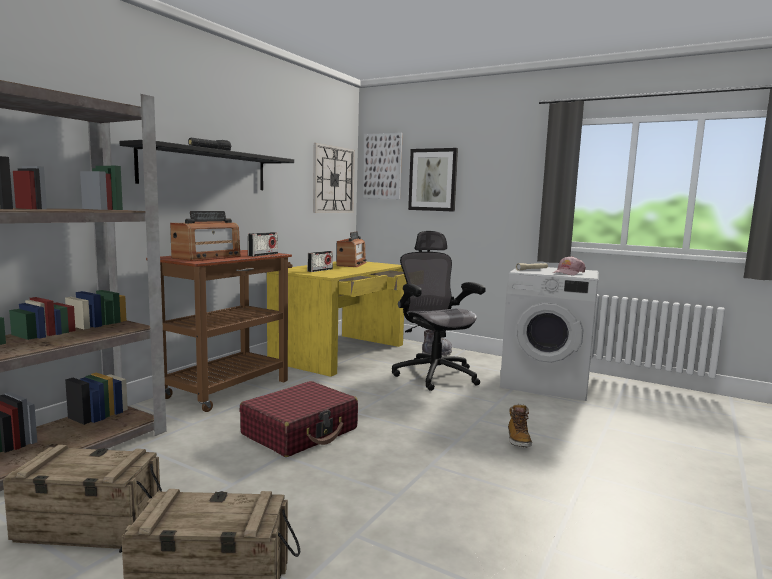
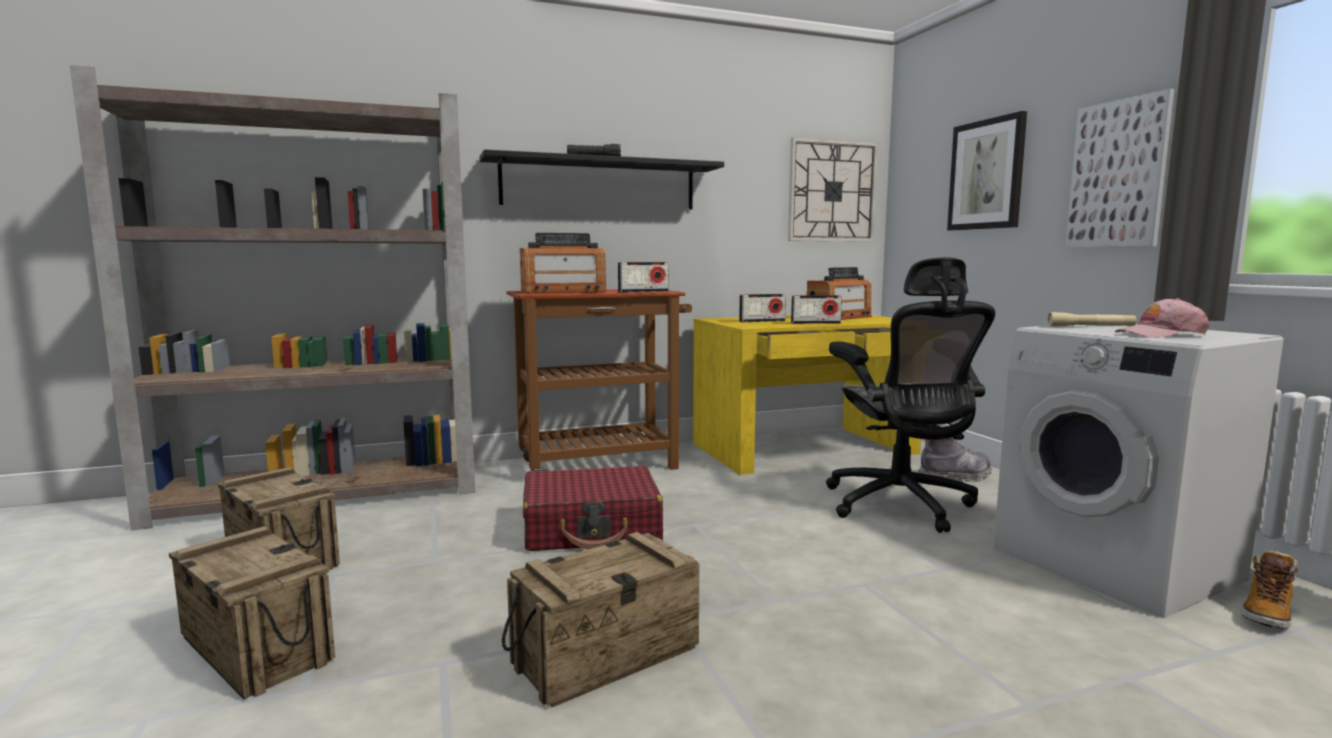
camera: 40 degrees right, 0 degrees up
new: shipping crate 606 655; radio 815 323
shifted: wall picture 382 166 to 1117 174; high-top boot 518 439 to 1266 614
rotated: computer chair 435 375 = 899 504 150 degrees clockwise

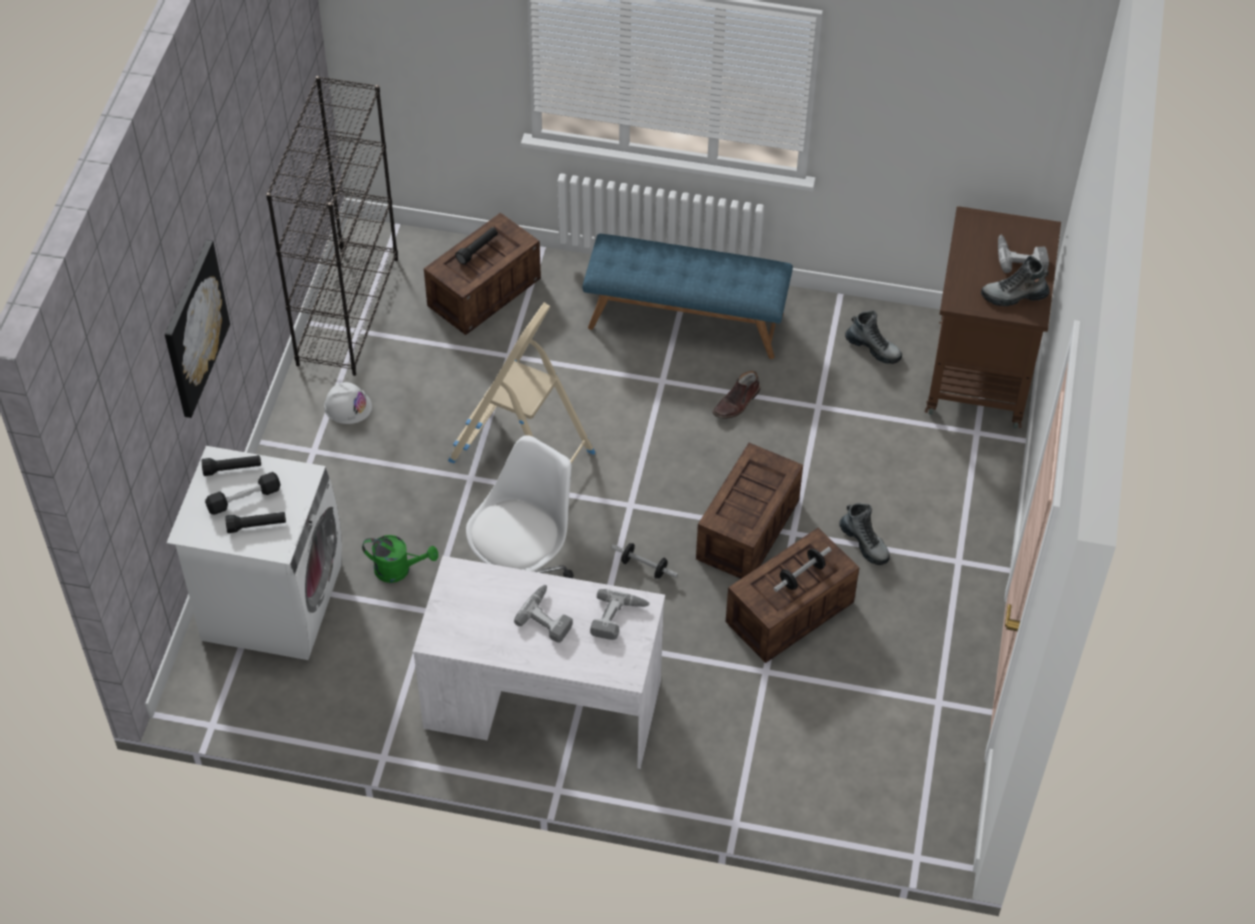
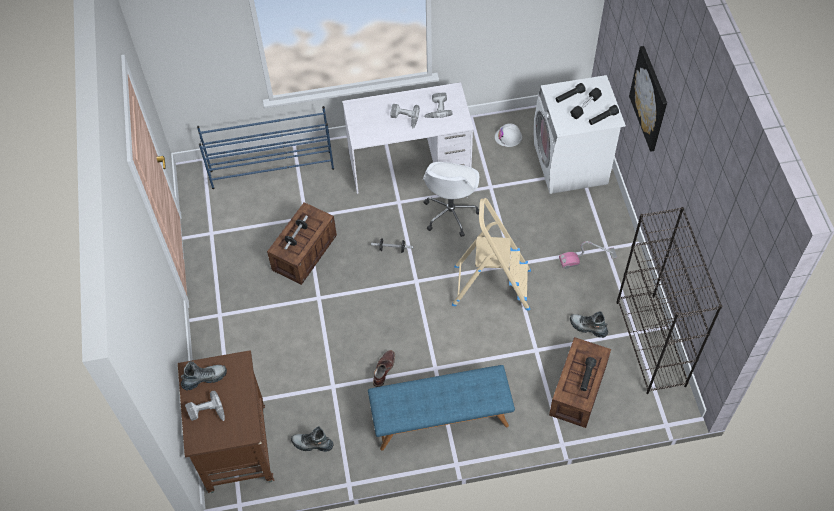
camera: 160 degrees right, 5 degrees up
gone: sprinkling can (green-coloured) 399 570; shipping crate 747 531
new: shoe shelf (blue-coloured) 272 170; vacuum cleaner 587 258
shifted: hard hat (white-coloured) 347 406 to 508 137; power drill 618 619 to 436 108; high-top boot 864 543 to 588 327

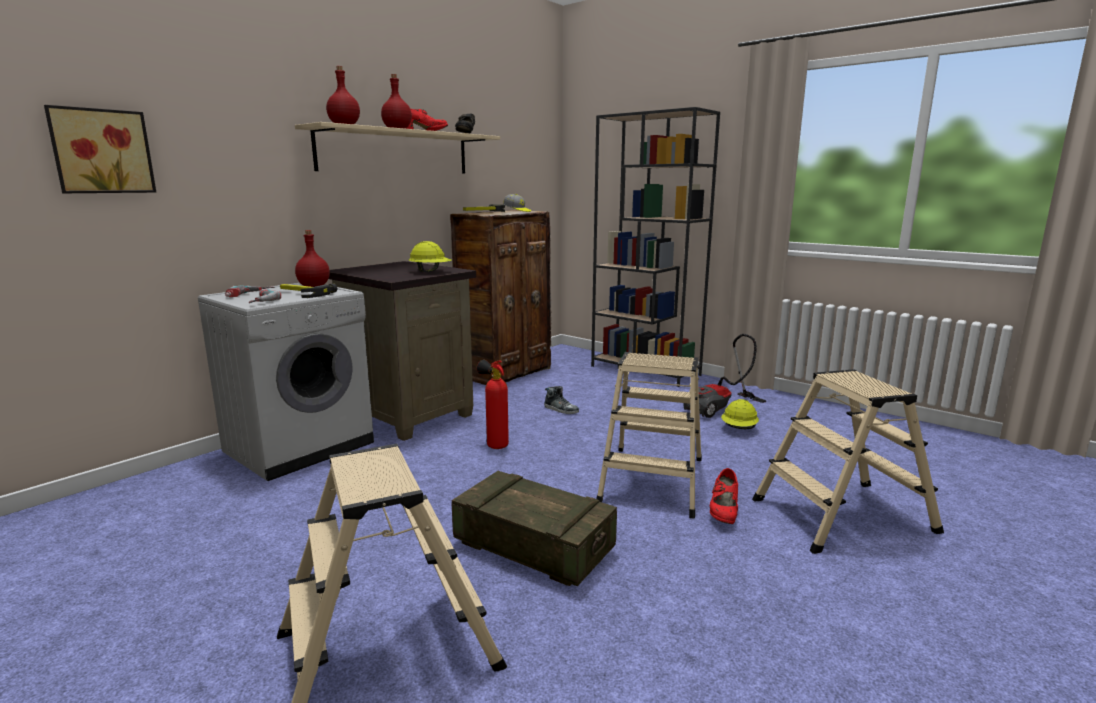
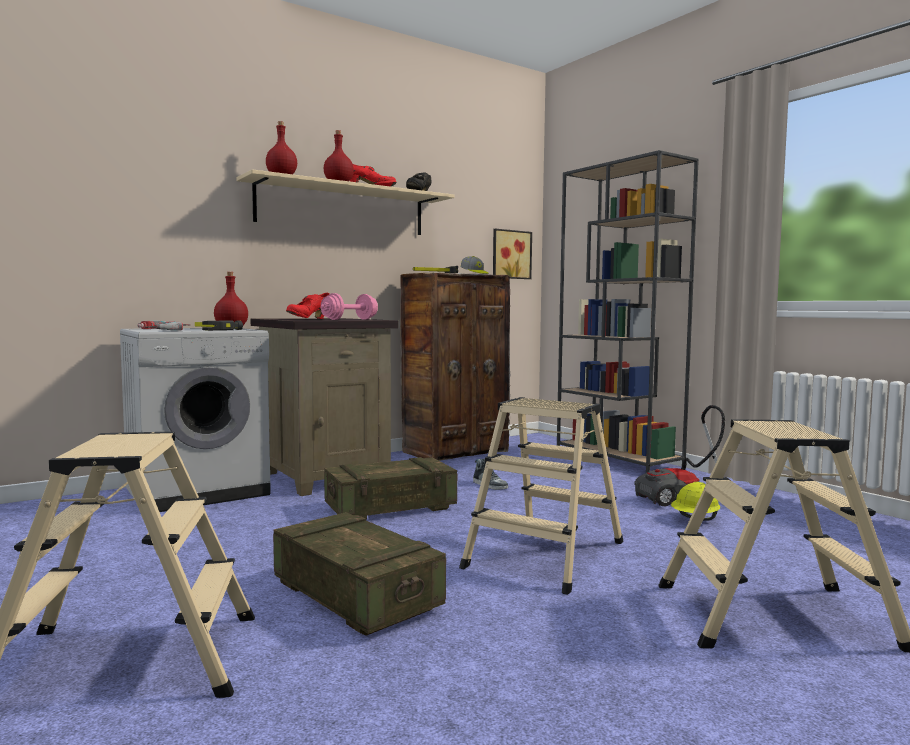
camera: 15 degrees right, 10 degrees down
shifted: wall picture 101 151 to 510 254; shoe (red-coloured) 723 513 to 309 319
swapped: hard hat (yellowish) 431 272 to dumbbell (pink) 349 319; extinguisher 494 445 to shipping crate 390 508

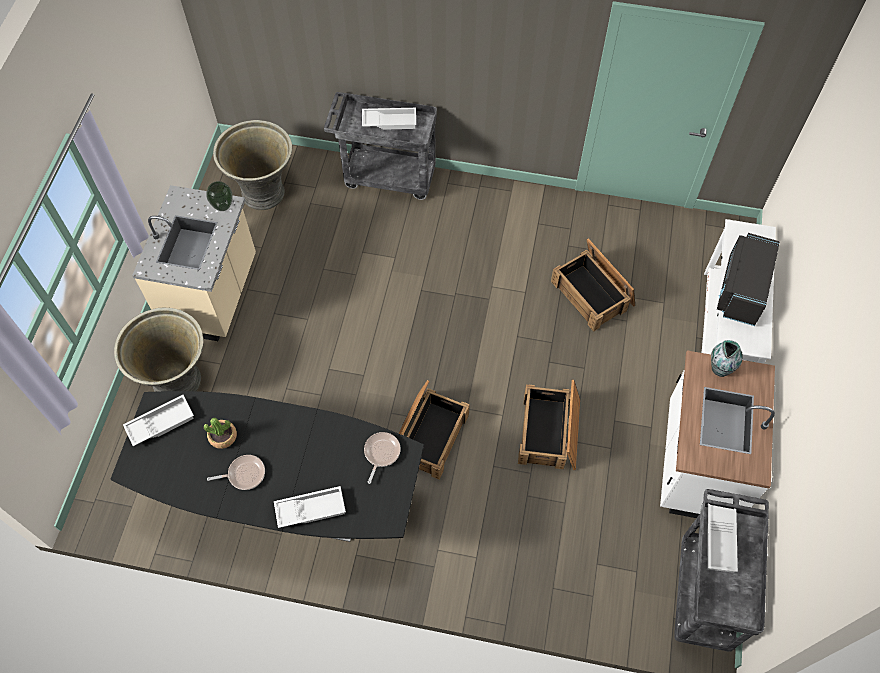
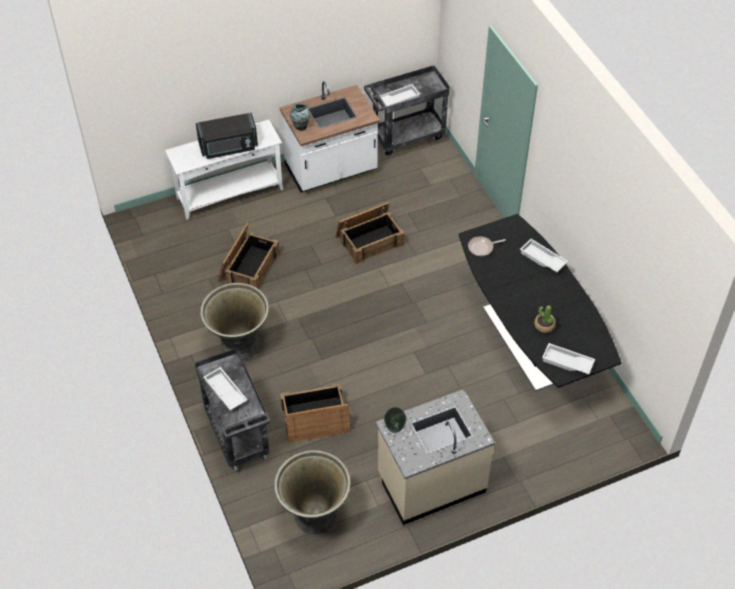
camera: 125 degrees left, 10 degrees down
gone: skillet 244 474
shifted: plant pot (greyish) 178 380 to 239 345; shipping crate 427 435 to 315 419

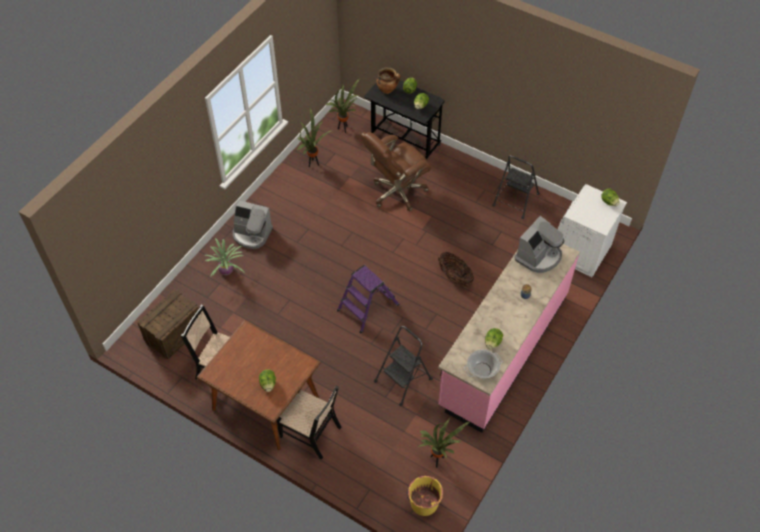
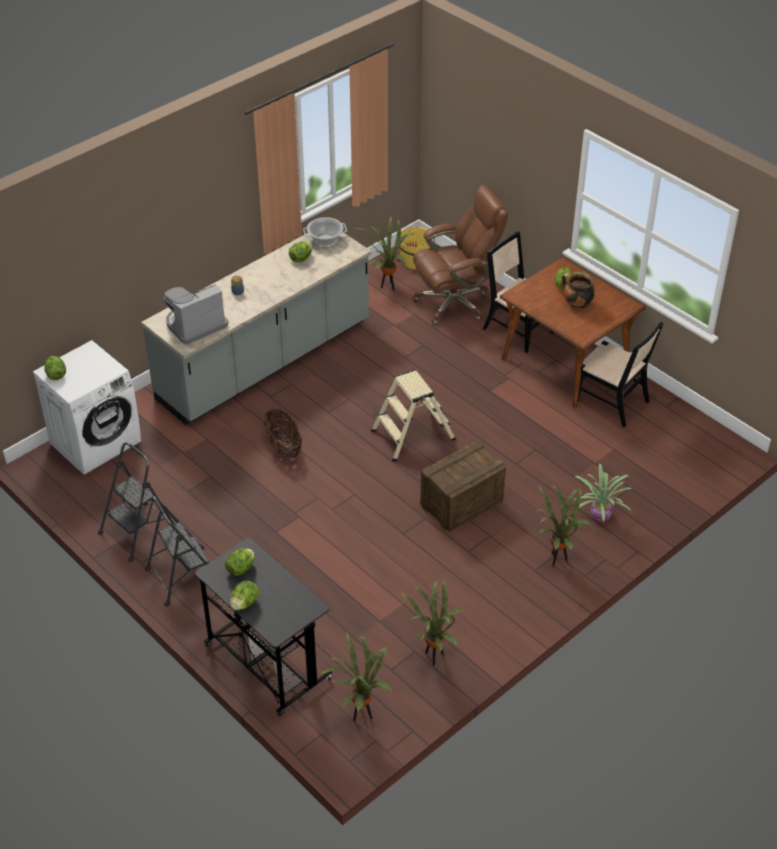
camera: 165 degrees left, 10 degrees down
shifted: shipping crate 174 334 to 461 504; computer chair (brownish) 396 193 to 455 304; step ladder (black) 404 378 to 182 576; saucepot 387 90 to 576 305
swapped: coffee maker 252 234 to plant in a pot 556 560
repainted: step ladder (purplish) 368 307 to step ladder (sand-coloured) 413 435; kitchen counter (pink) 503 350 to kitchen counter (greyish) 265 362

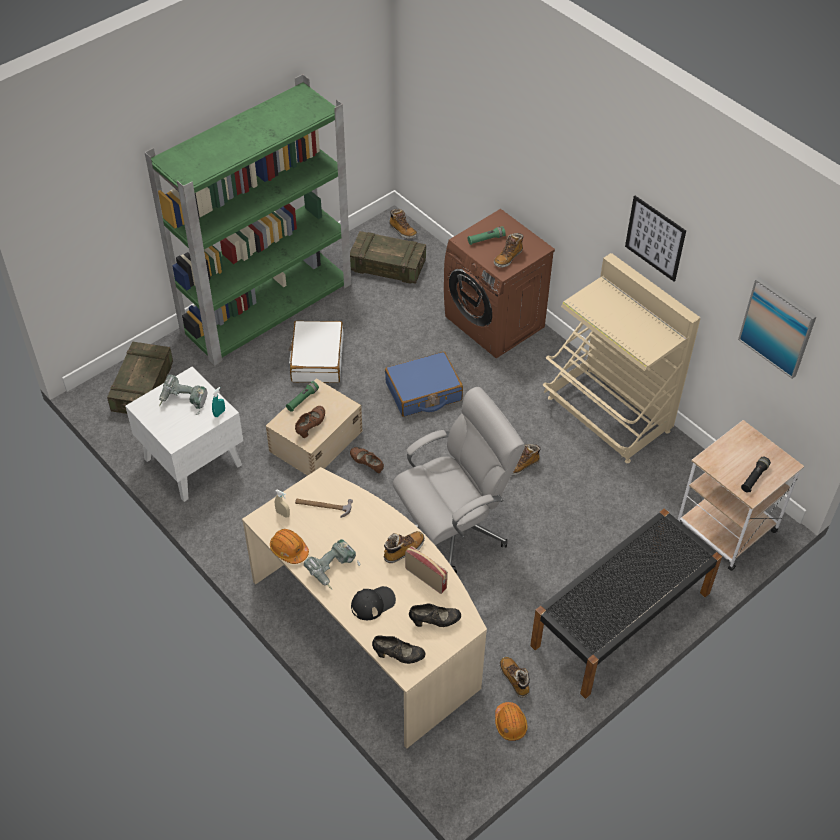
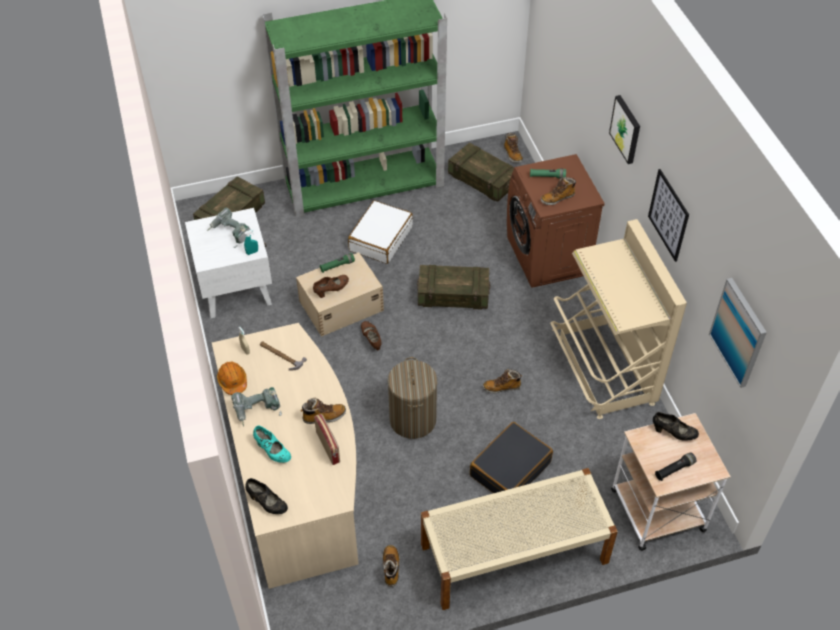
camera: 25 degrees right, 0 degrees up
gone: hard hat (orangey) 510 724
new: suitcase (black) 510 469; wall picture 626 129
shifted: shoe (black) 435 621 to 673 433
swapped: baseball cap (black) 373 603 to shoe (blue-green) 272 451; suitcase (blue-coloured) 423 392 to shipping crate 453 295; computer chair (greyish) 454 529 to laundry basket 413 420
repainted: indoor bench (black) 621 620 to indoor bench (sand-coloured) 514 554

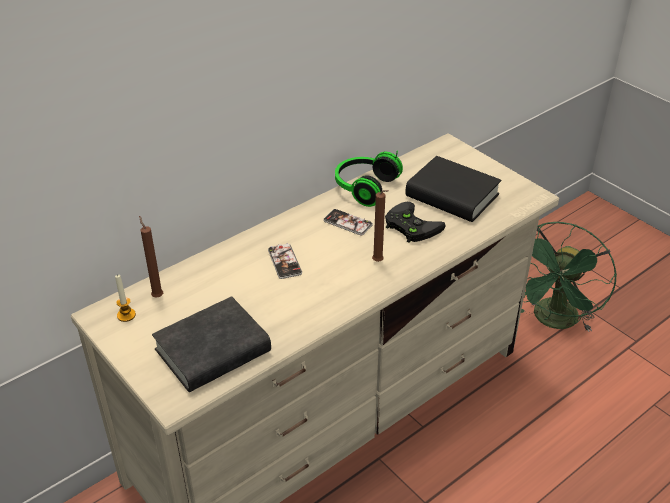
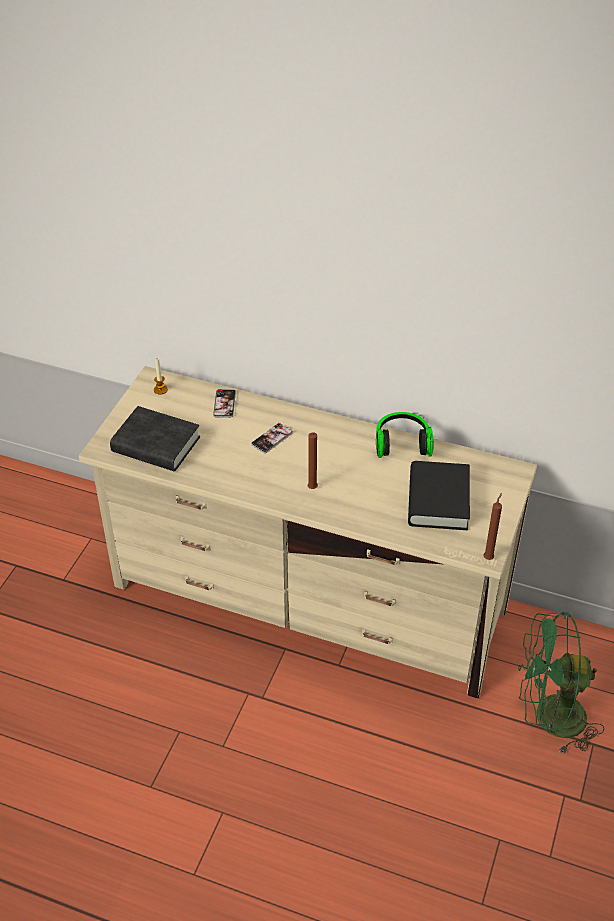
camera: 60 degrees right, 5 degrees up
gone: gamepad (black) 409 226
shifted: wax candle (brownish) 157 296 to 489 557; handset 347 223 to 224 404

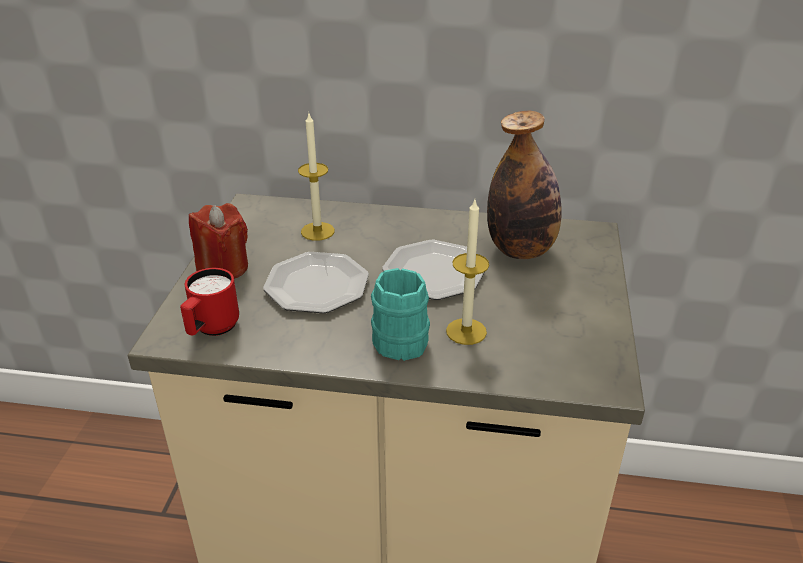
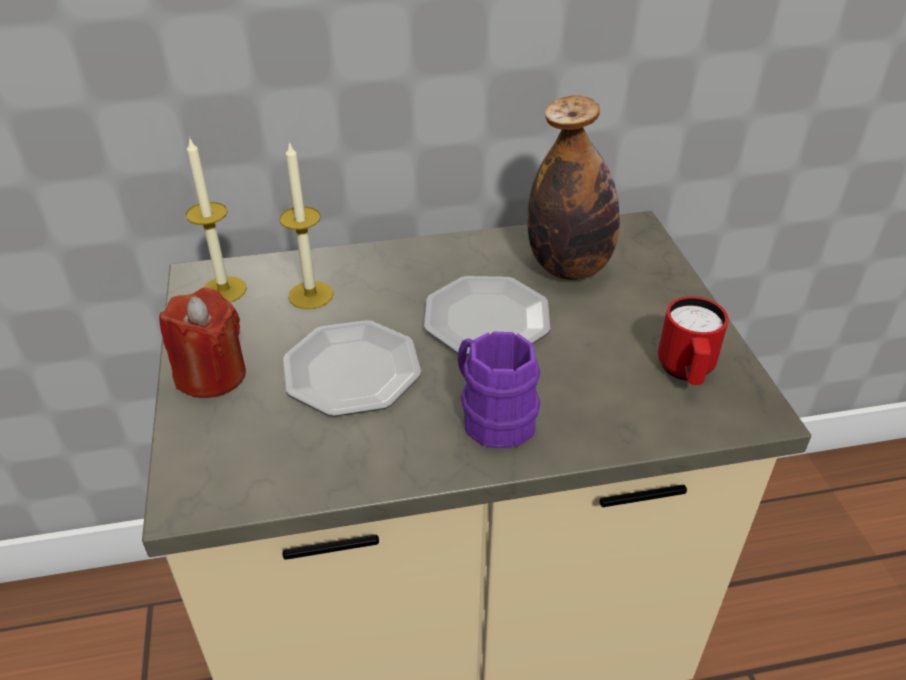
camera: 20 degrees left, 5 degrees up
shifted: coffee mug (red-coloured) 212 329 to 686 373; wax candle 466 331 to 224 290
repainted: coffee mug (blue-green) 397 337 to coffee mug (purplish) 491 417

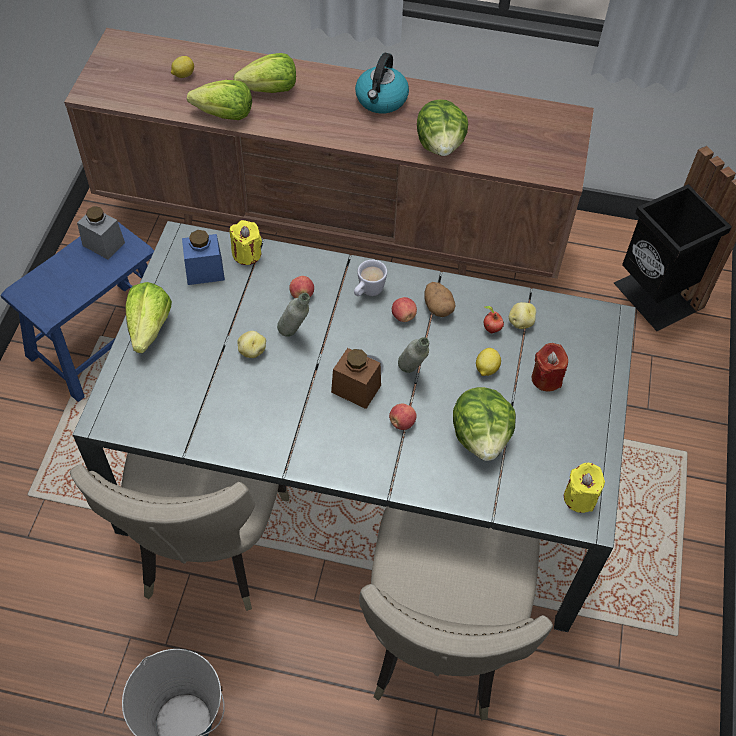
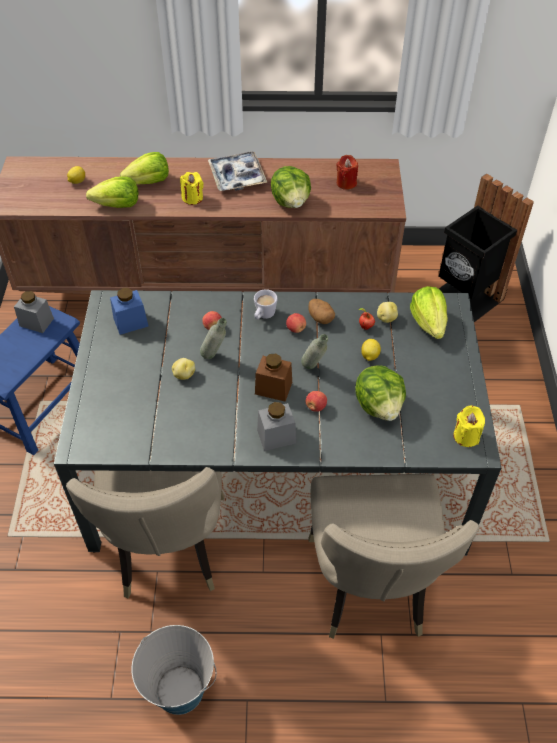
camera: 10 degrees left, 5 degrees down
new: preserve jar (greyish) 276 436
shifted: head of lettuce 149 328 to 428 323; wax candle (yellowish) 247 254 to 192 198; wax candle (red-coloured) 546 378 to 346 183
swapped: tea kettle 381 100 to tray 237 177

